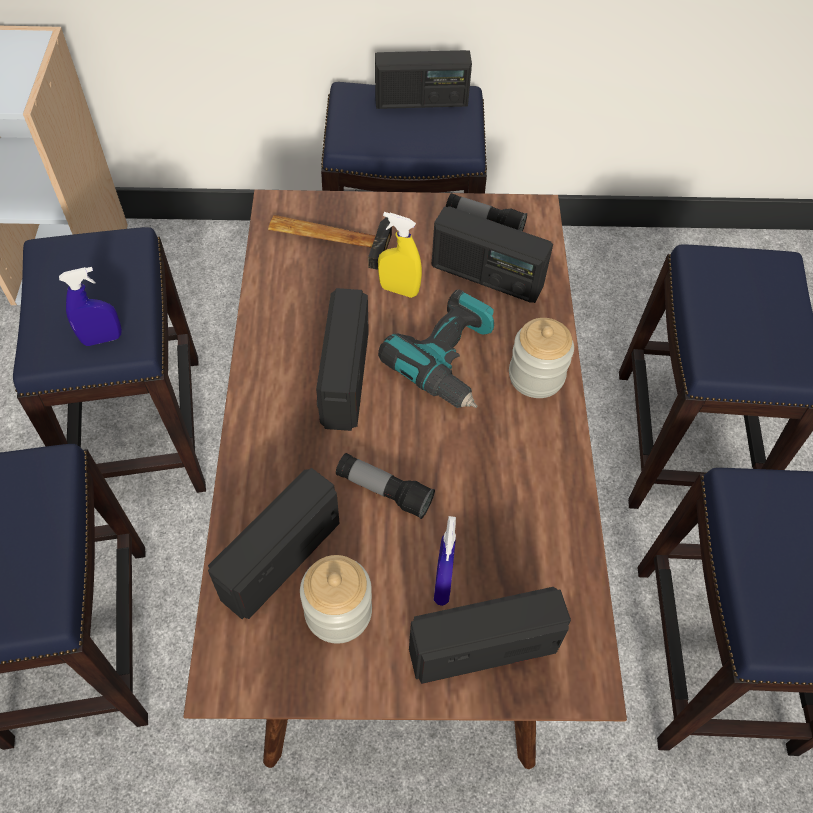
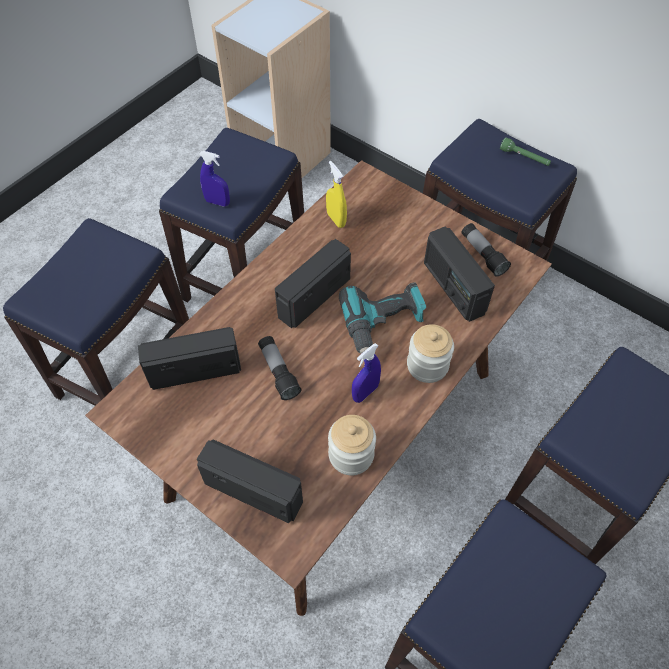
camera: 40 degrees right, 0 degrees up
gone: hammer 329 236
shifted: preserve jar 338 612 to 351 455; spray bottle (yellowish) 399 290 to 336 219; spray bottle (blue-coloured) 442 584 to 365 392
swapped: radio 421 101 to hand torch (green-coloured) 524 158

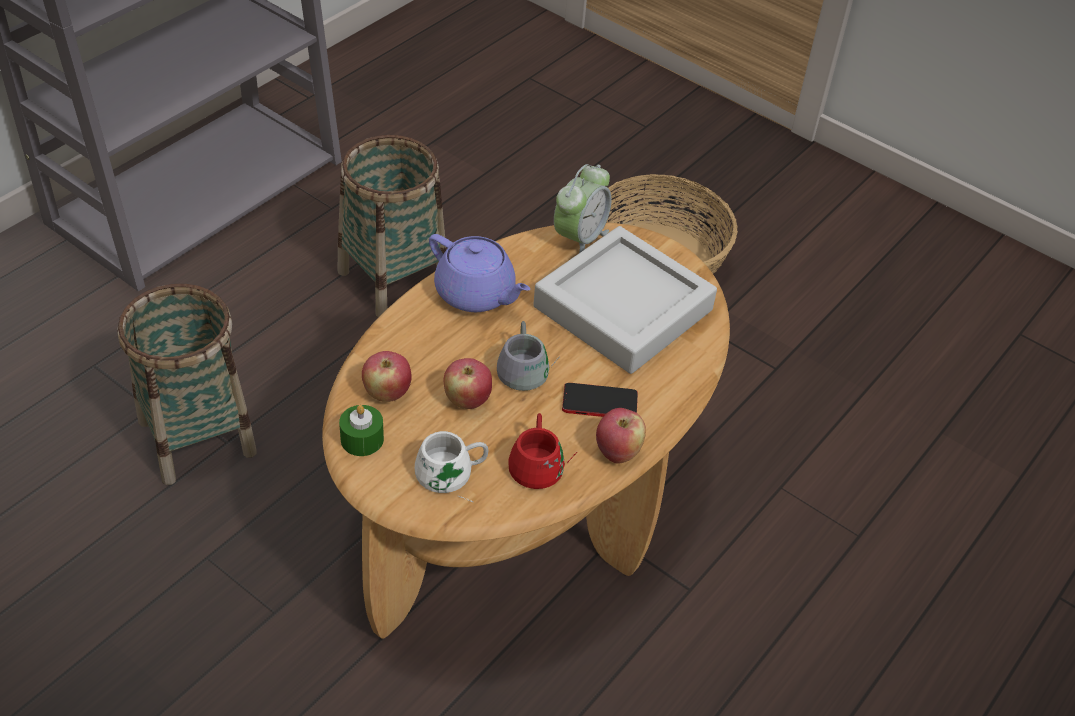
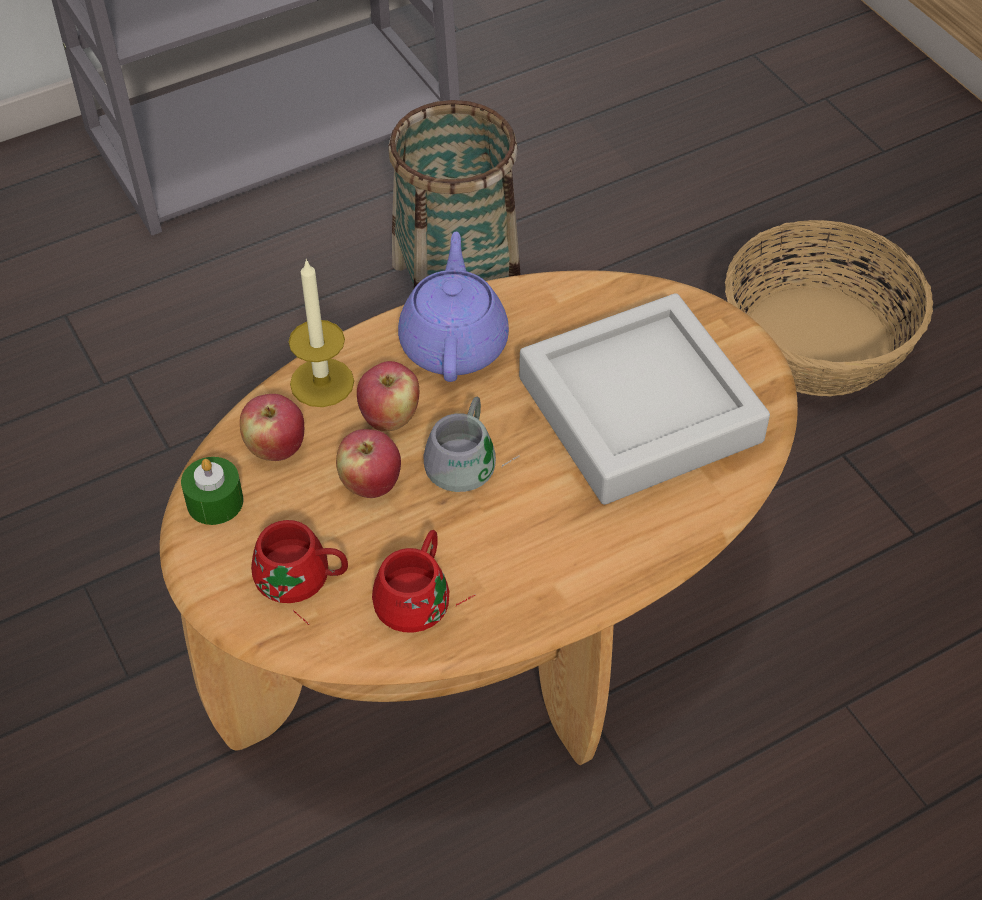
camera: 25 degrees right, 5 degrees up
gone: household basket 197 437; bedside clock 579 239; handset 599 402
new: wax candle 322 382
shifted: whole apple 617 452 to 389 417
repainted: coffee mug (white-coloured) 452 477 to coffee mug (red-coloured) 299 583
rotated: tea pot (purplish) 476 294 = 454 343 150 degrees counterclockwise

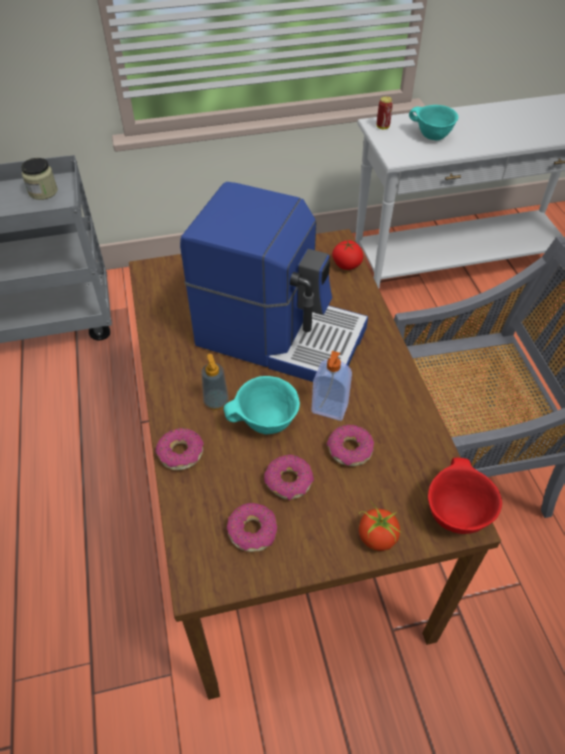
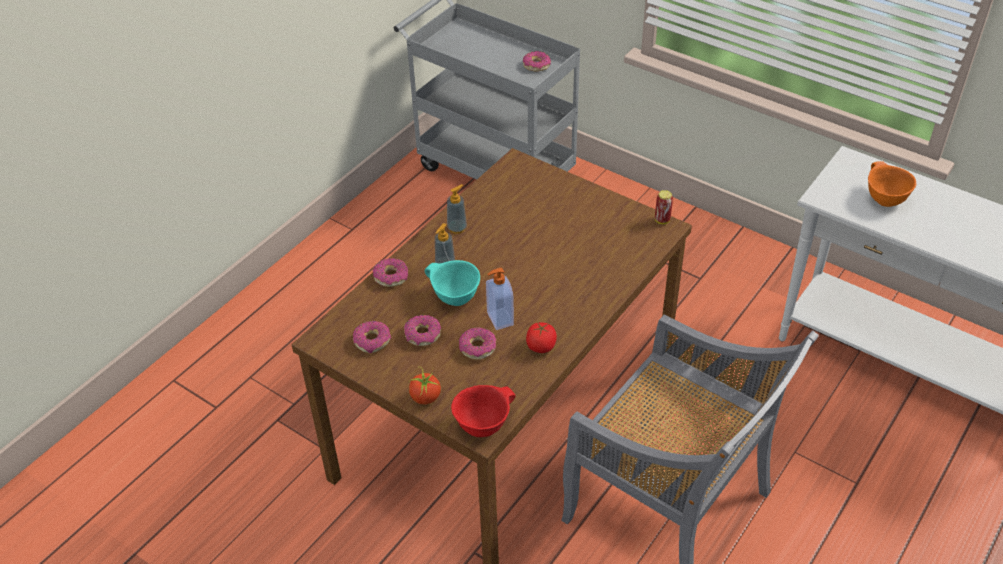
camera: 50 degrees right, 5 degrees down
gone: coffee maker 280 334
new: soap bottle 457 228
shifted: tomato 346 265 to 541 346; sealed can 382 127 to 662 220
swapped: preserve jar 43 192 to doughnut 536 65
repainted: serving bowl (blue-green) 431 136 to serving bowl (orangey) 884 199

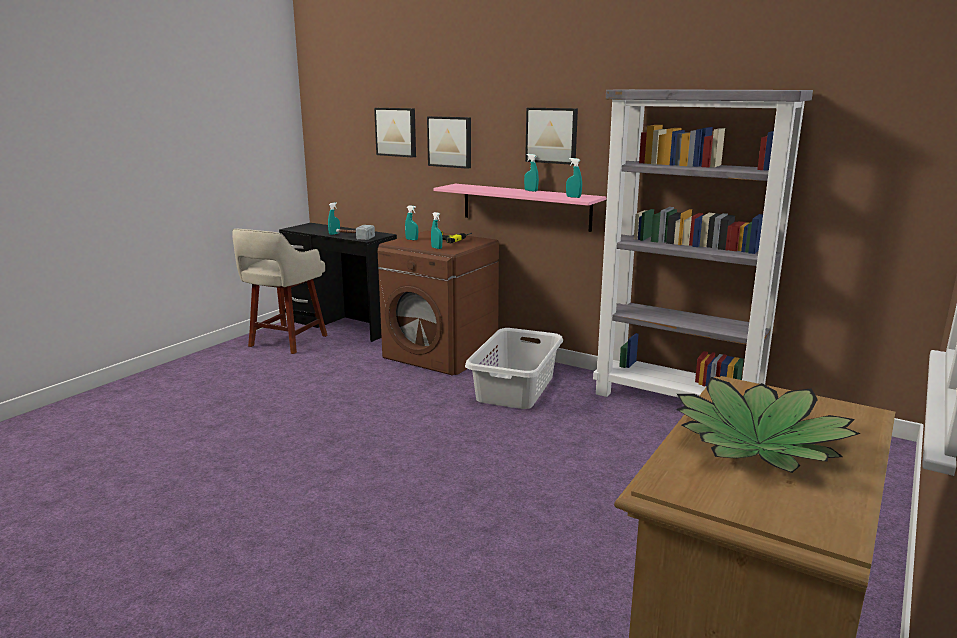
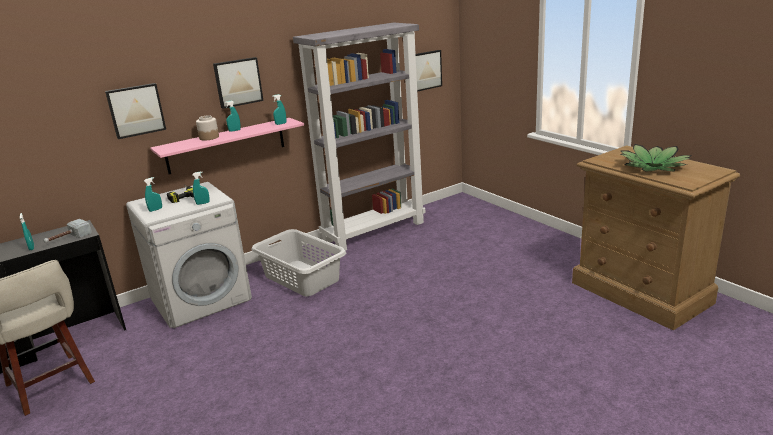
camera: 65 degrees left, 5 degrees up
new: preserve jar 209 137
shifted: wall picture 396 132 to 425 70
repainted: washing machine (brownish) 439 355 to washing machine (white-coloured) 203 299

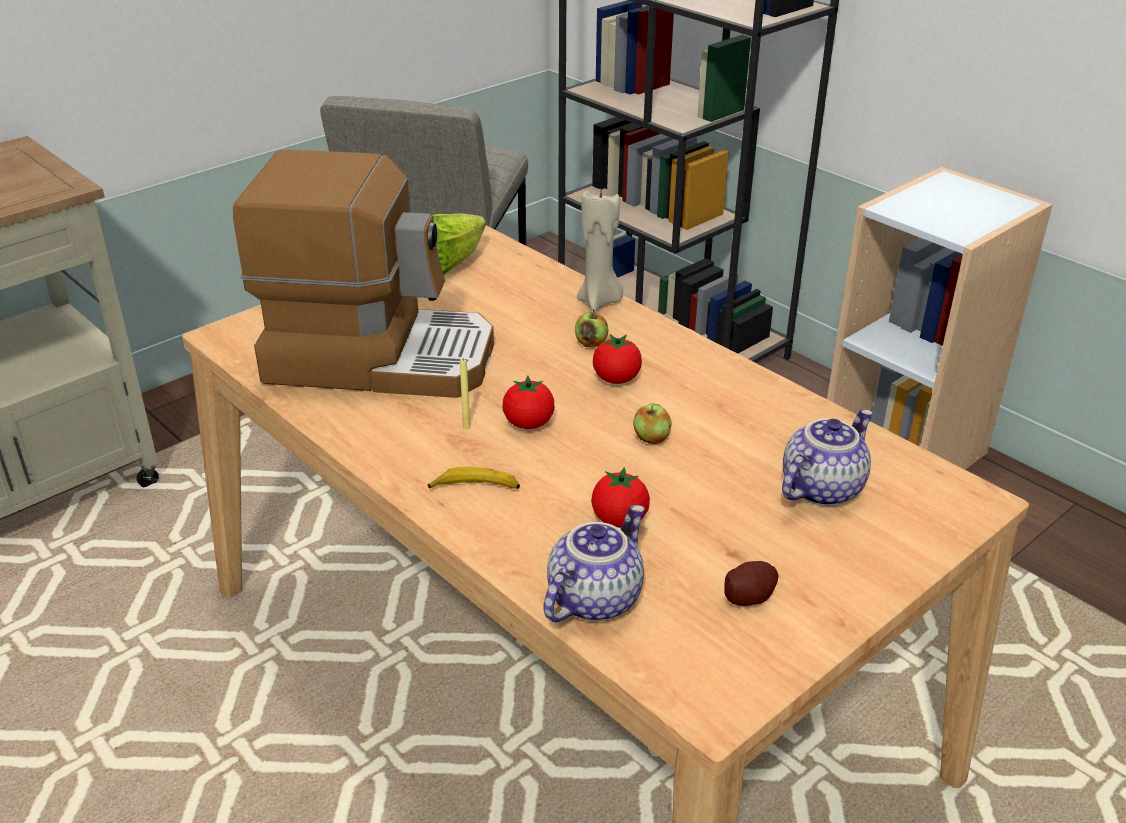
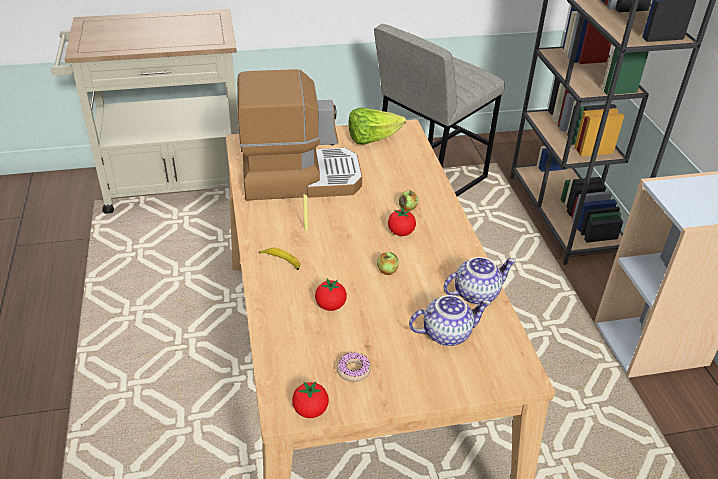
camera: 30 degrees right, 5 degrees up
gone: wax candle (sand-coloured) 599 301
shifted: tomato 528 424 to 310 410; tea pot 593 598 to 476 293
swapped: potato 749 596 to doughnut 353 370
rotated: coffee maker 379 356 = 300 177 45 degrees counterclockwise

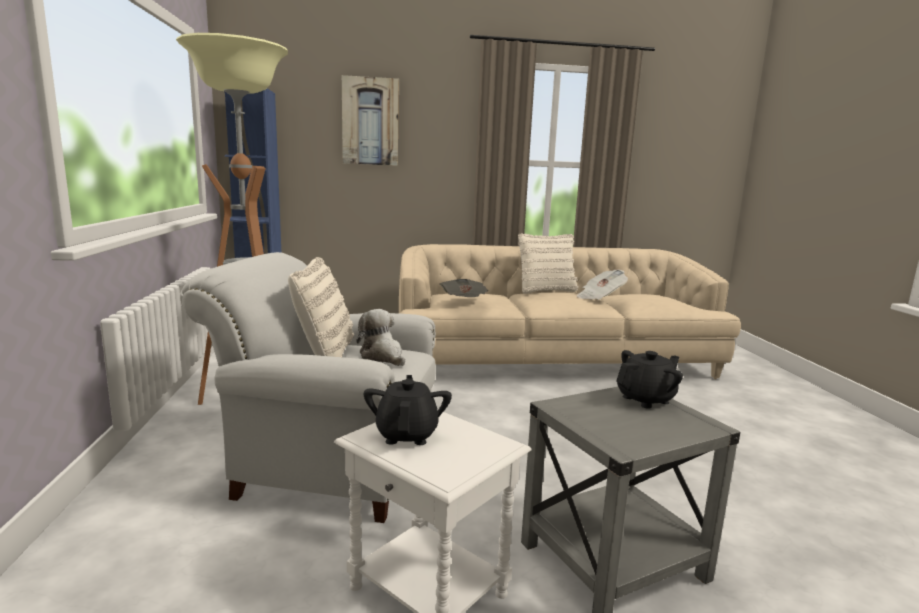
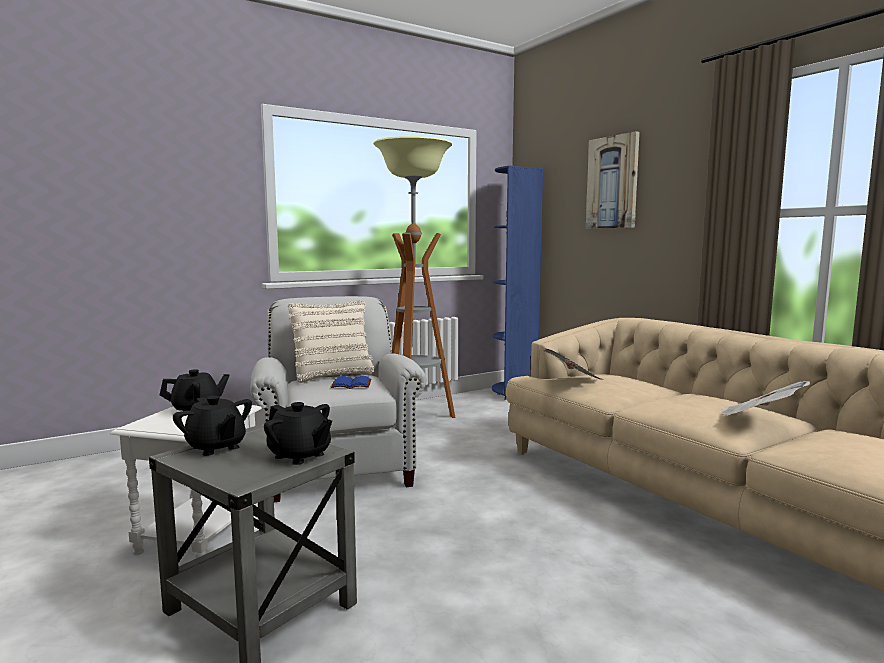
camera: 65 degrees right, 5 degrees down
gone: pillow (sand-coloured) 546 291
new: tea pot (black) 216 447
swapped: cuddly toy 382 356 to book (blue-coloured) 350 385

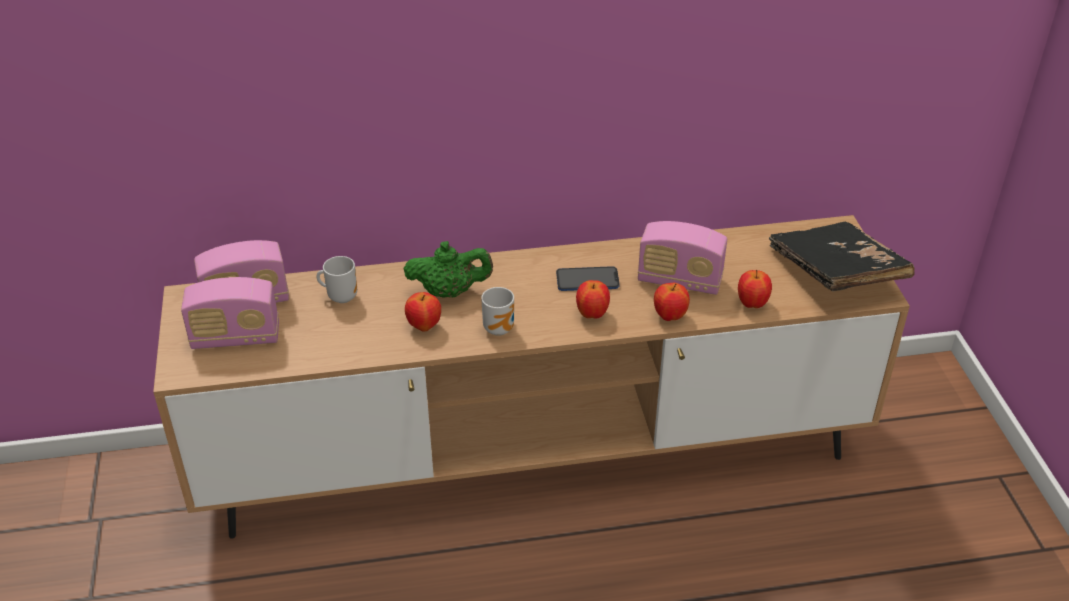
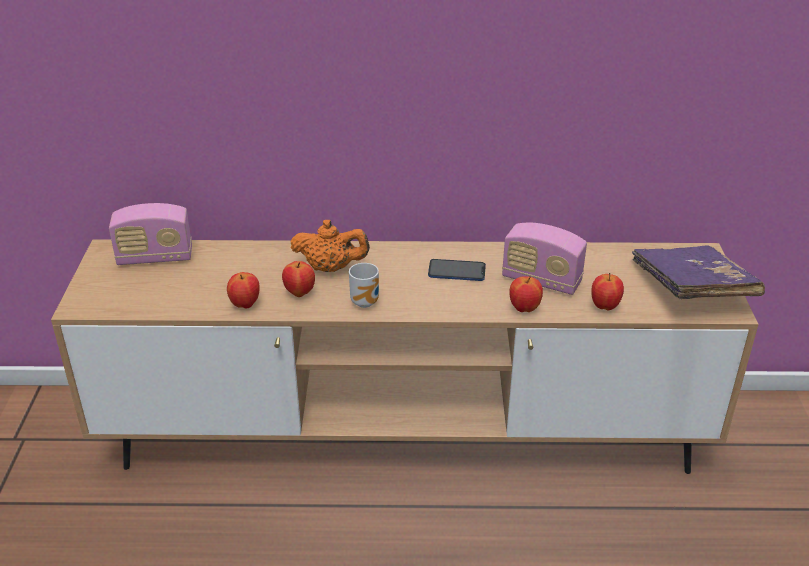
camera: 10 degrees right, 5 degrees down
gone: radio 236 338; coffee mug 341 296
shifted: whole apple 592 314 to 245 304
repainted: tea pot (green-coloured) 449 292 to tea pot (orangey) 331 268; book (black) 835 274 to book (purplish) 691 290

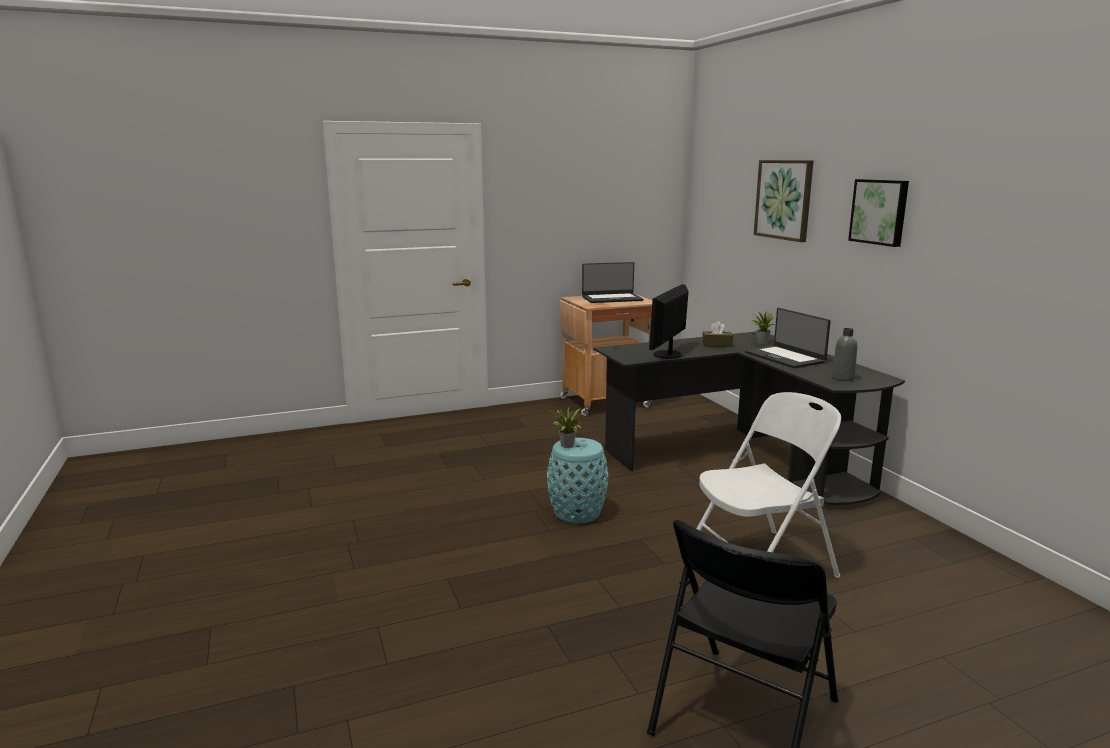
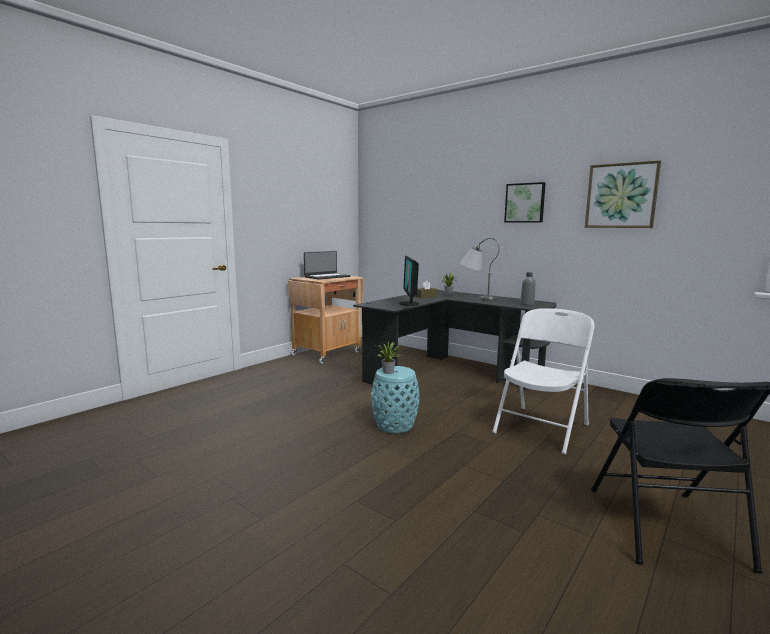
camera: 30 degrees left, 5 degrees down
shifted: wall picture 784 199 to 621 196
swapped: laptop 785 357 to tabletop lamp (greyish) 476 299

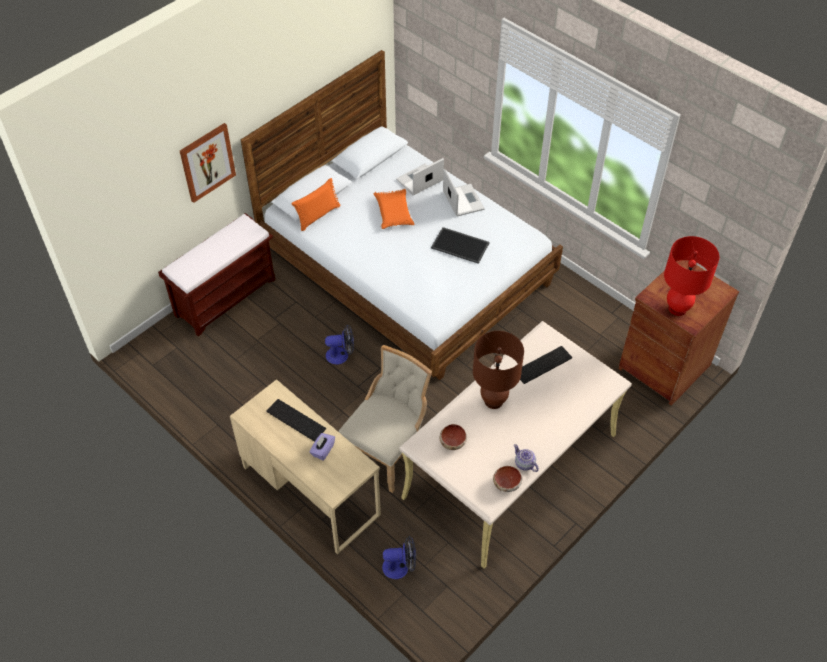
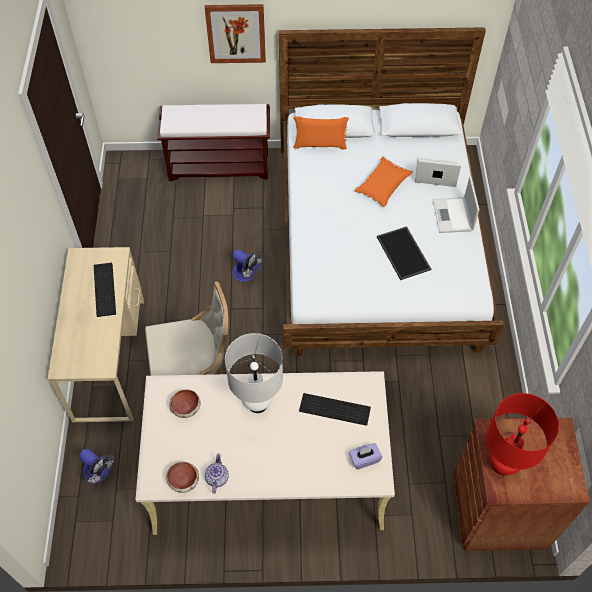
camera: 45 degrees right, 5 degrees up
shifted: tissue holder (purplish) 322 450 to 364 459
repainted: tabletop lamp (brownish) 493 401 to tabletop lamp (white-coloured) 257 403
rotated: laptop 462 200 = 453 216 150 degrees clockwise

